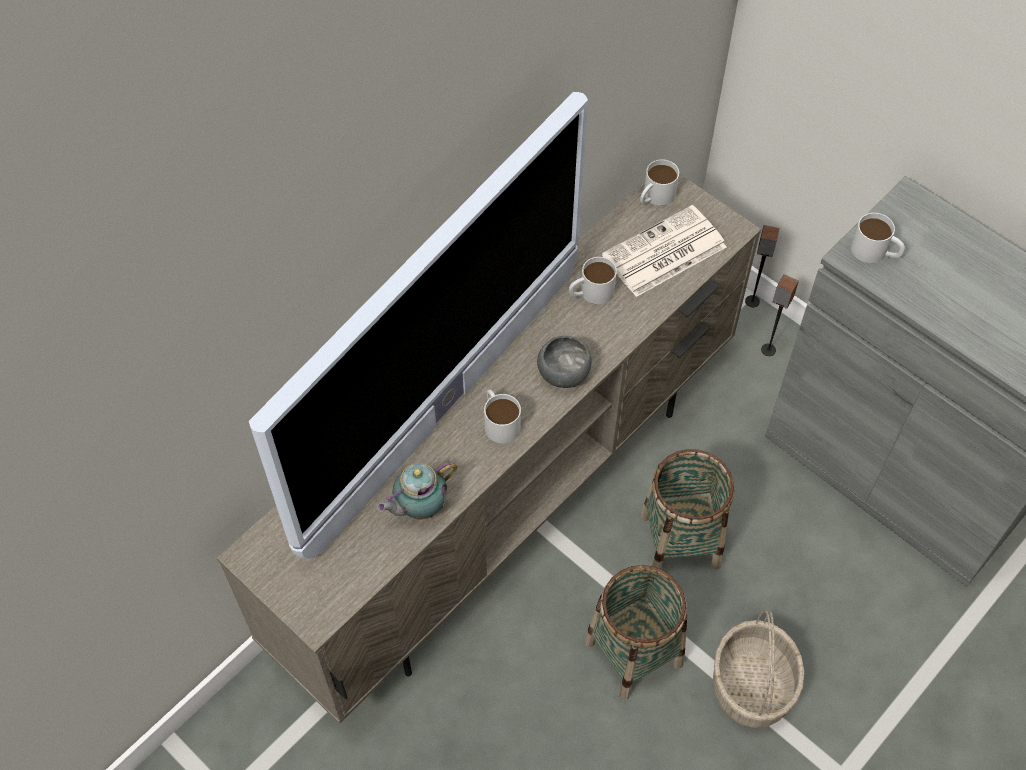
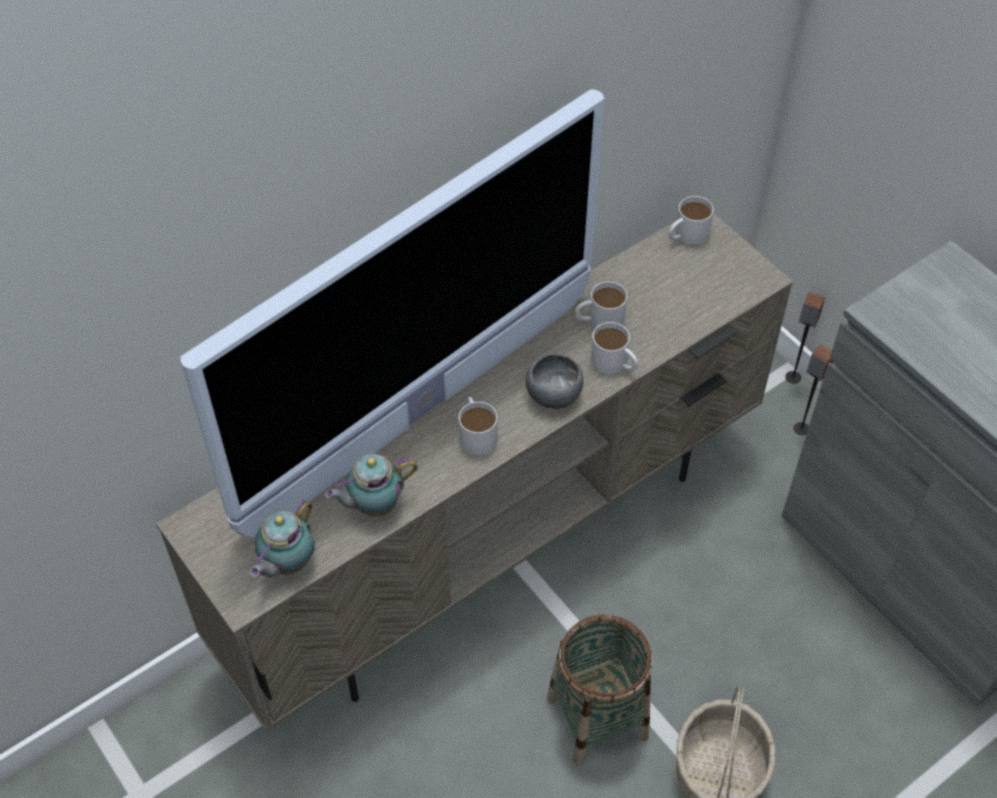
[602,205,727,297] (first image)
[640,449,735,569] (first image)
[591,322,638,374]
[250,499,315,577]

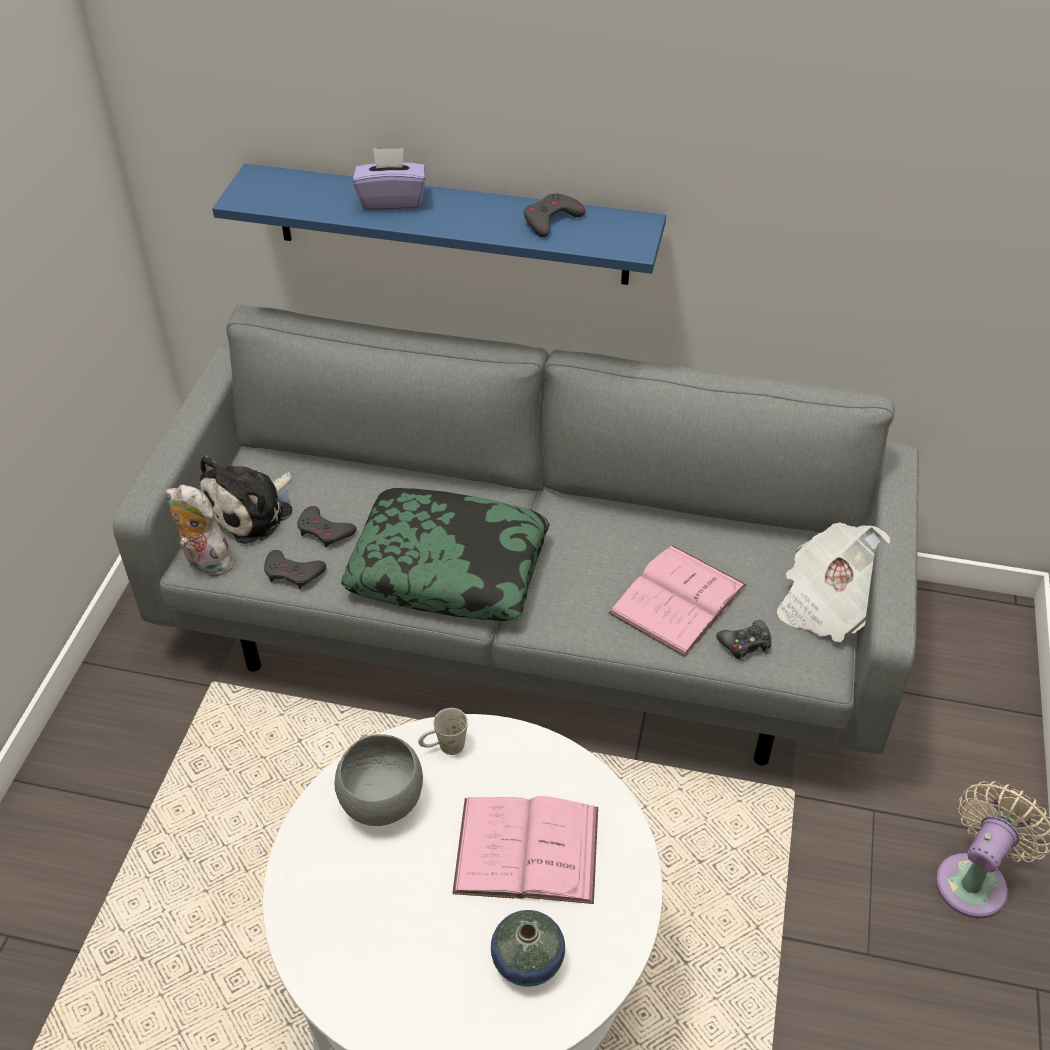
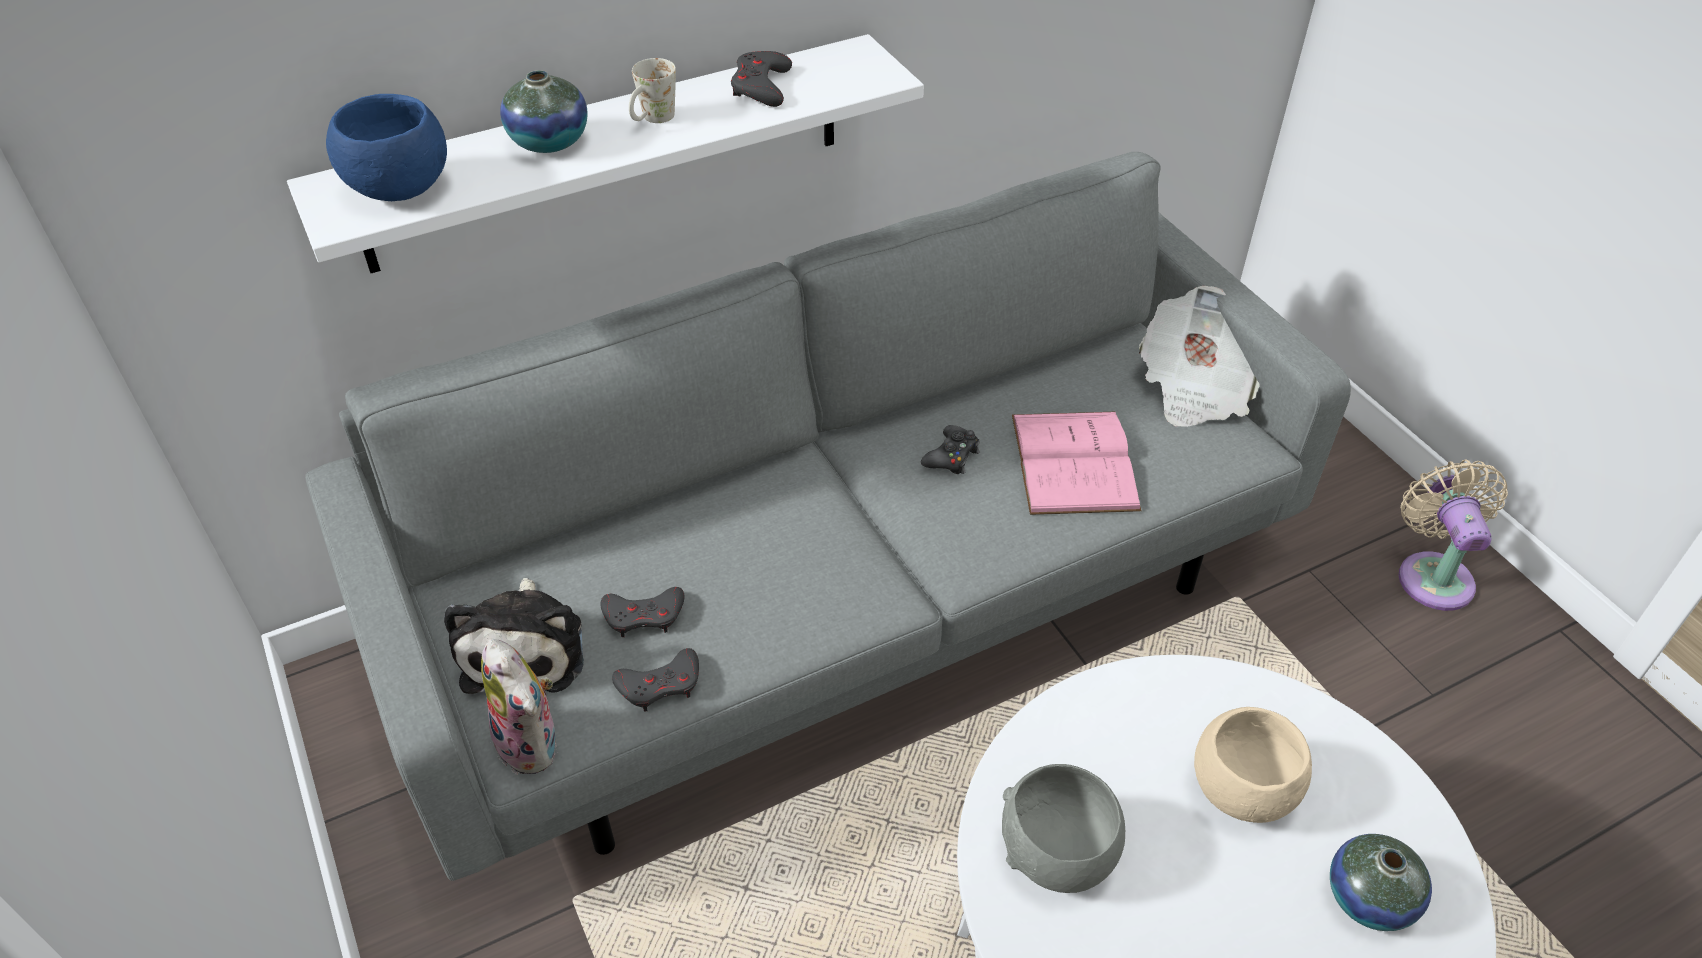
[481,639,557,775]
[287,34,924,273]
[341,488,549,621] (first image)
[500,70,588,153]
[629,58,676,123]
[1194,707,1312,823]
[921,425,980,474]
[326,94,447,201]

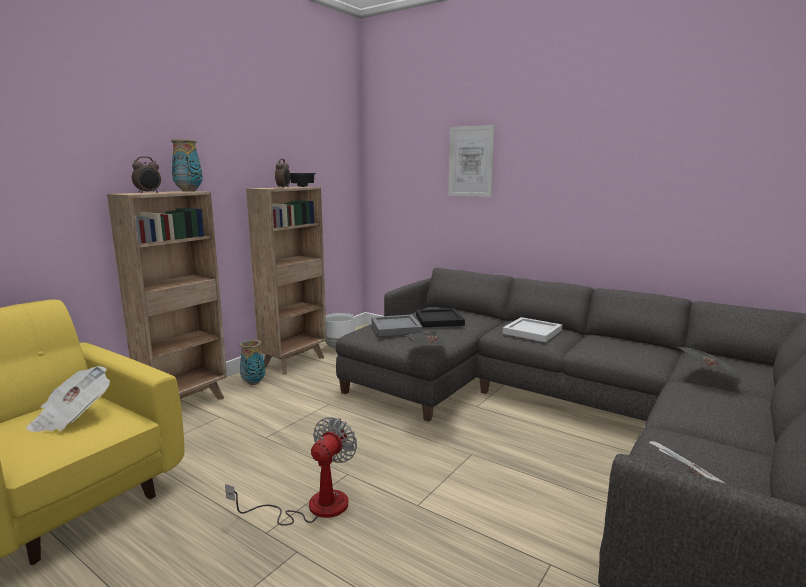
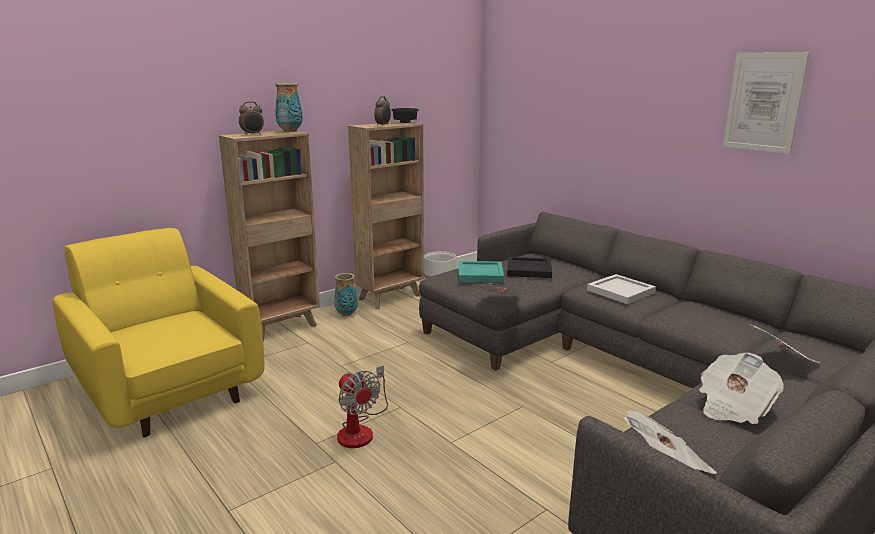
[699,353,784,424]
[337,365,388,448]
[459,261,504,282]
[723,52,809,154]

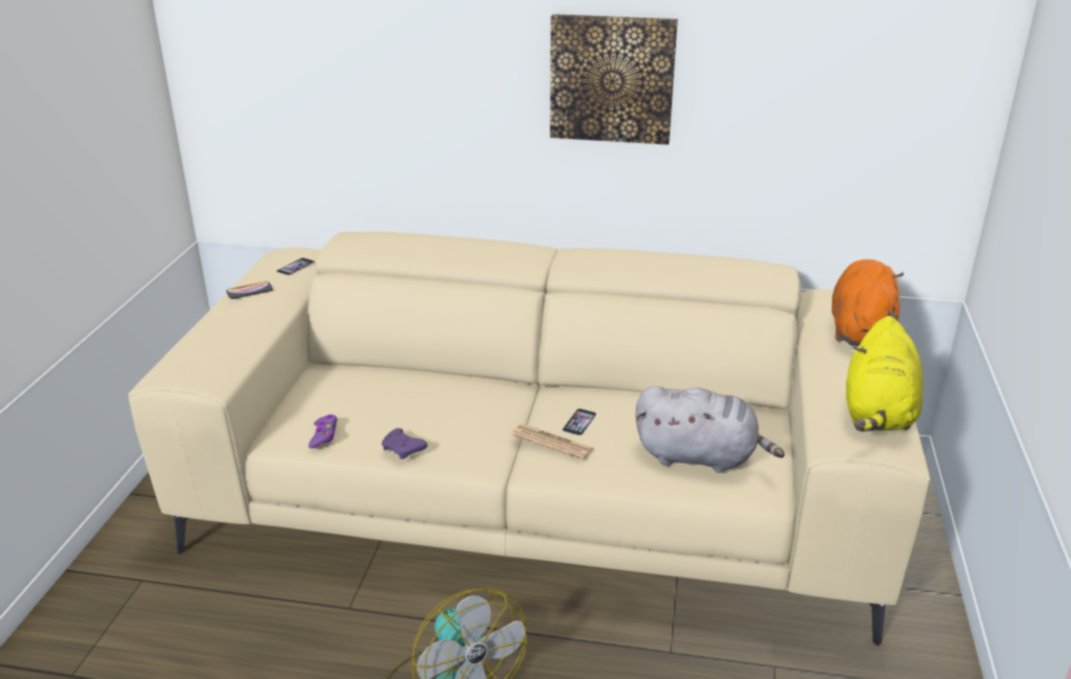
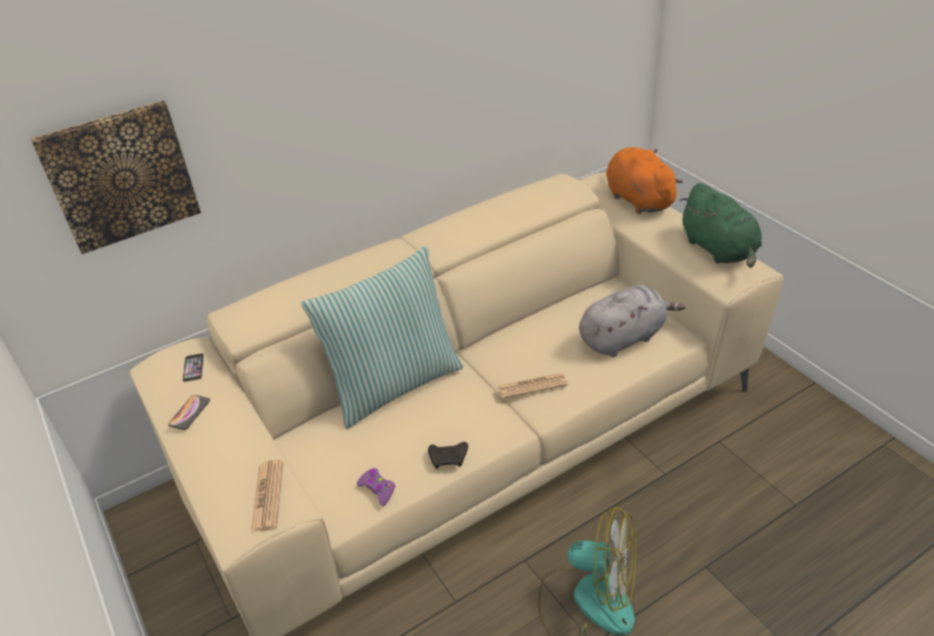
[428,442,468,469]
[30,100,201,254]
[562,408,597,436] (first image)
[680,183,762,268]
[251,460,283,532]
[301,246,464,429]

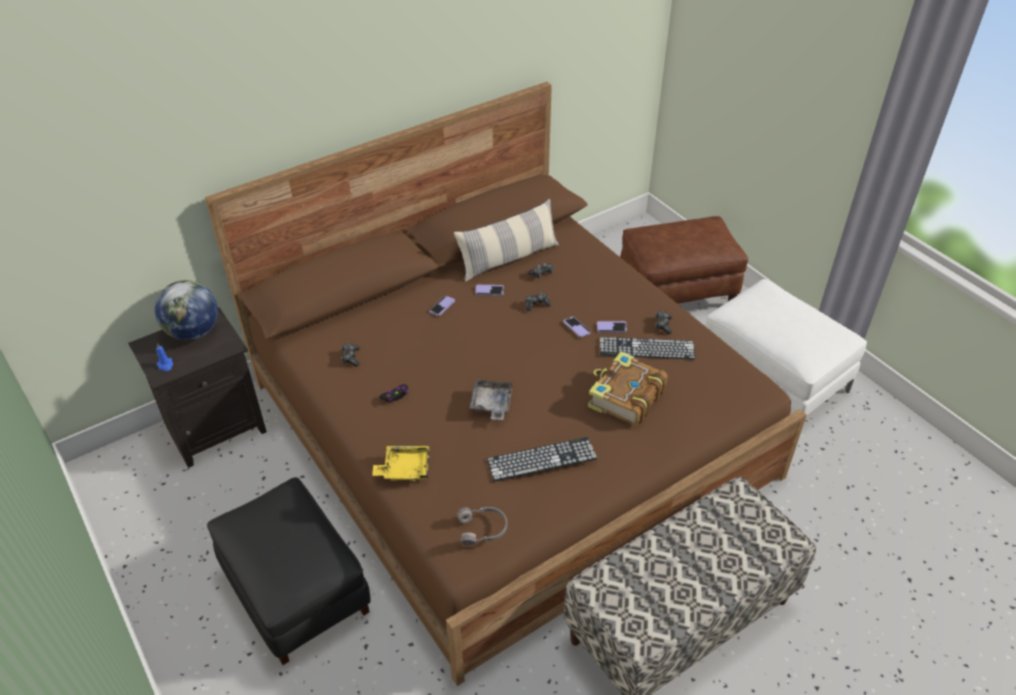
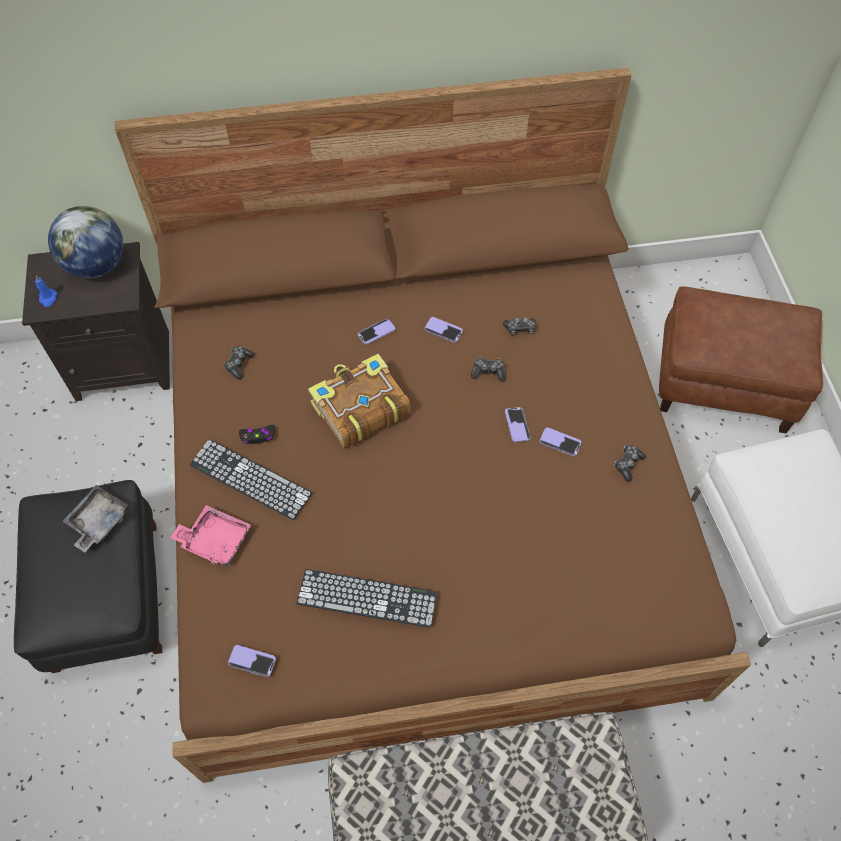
[170,505,251,566]
[454,198,559,282] (first image)
[228,645,276,677]
[62,485,130,553]
[308,354,410,448]
[190,439,313,521]

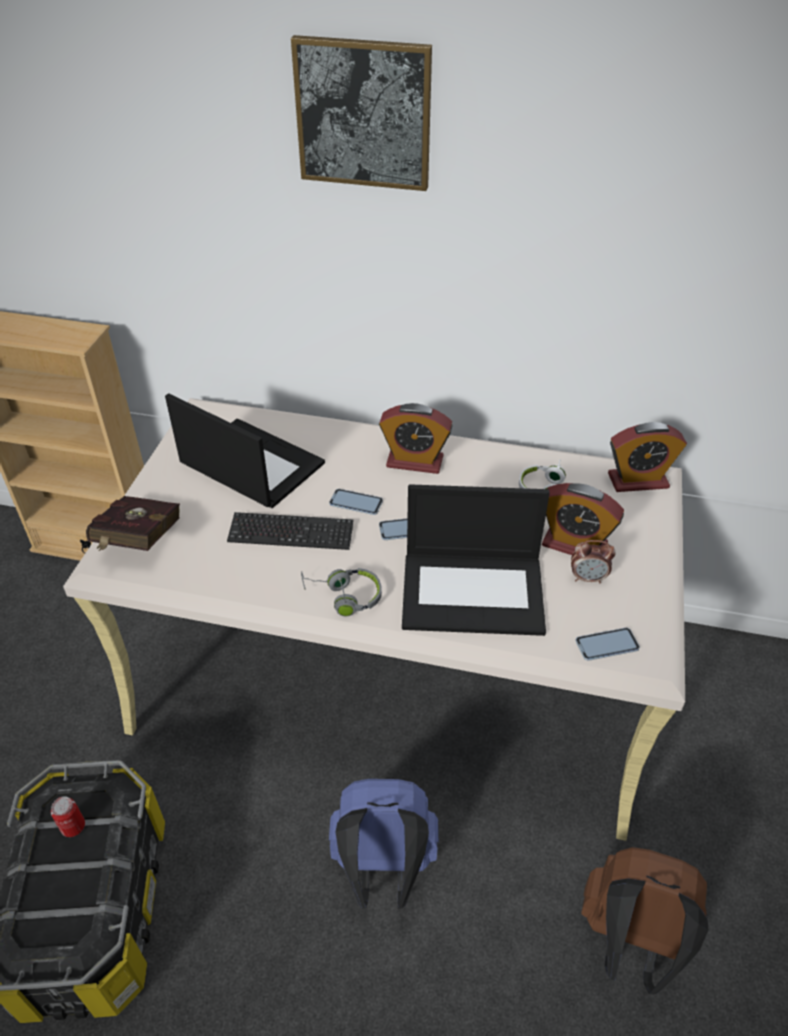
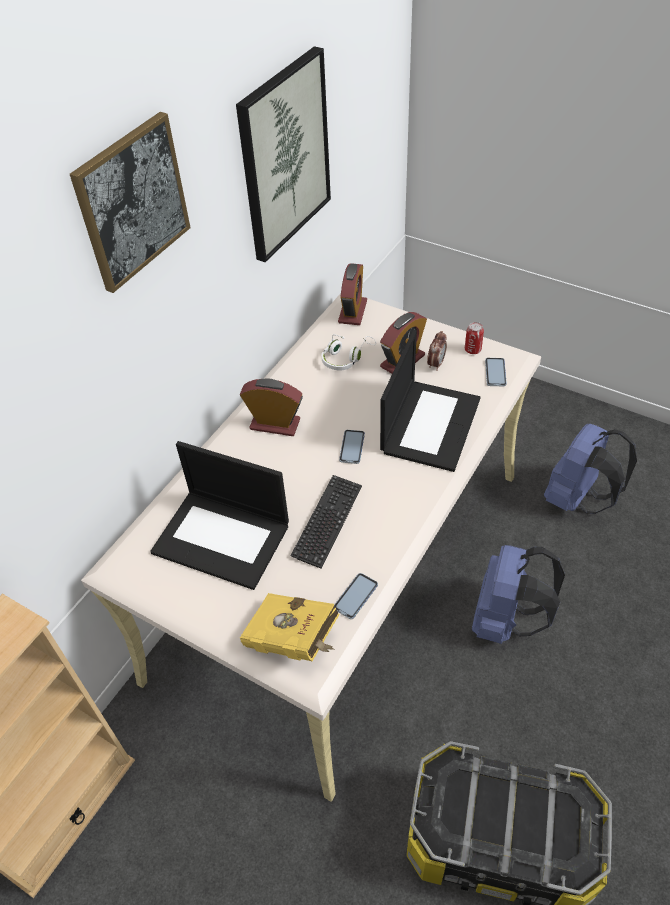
[465,322,484,354]
[240,593,340,661]
[150,441,289,590]
[301,568,382,616] (first image)
[334,573,378,619]
[240,379,303,436]
[544,423,637,514]
[236,46,331,262]

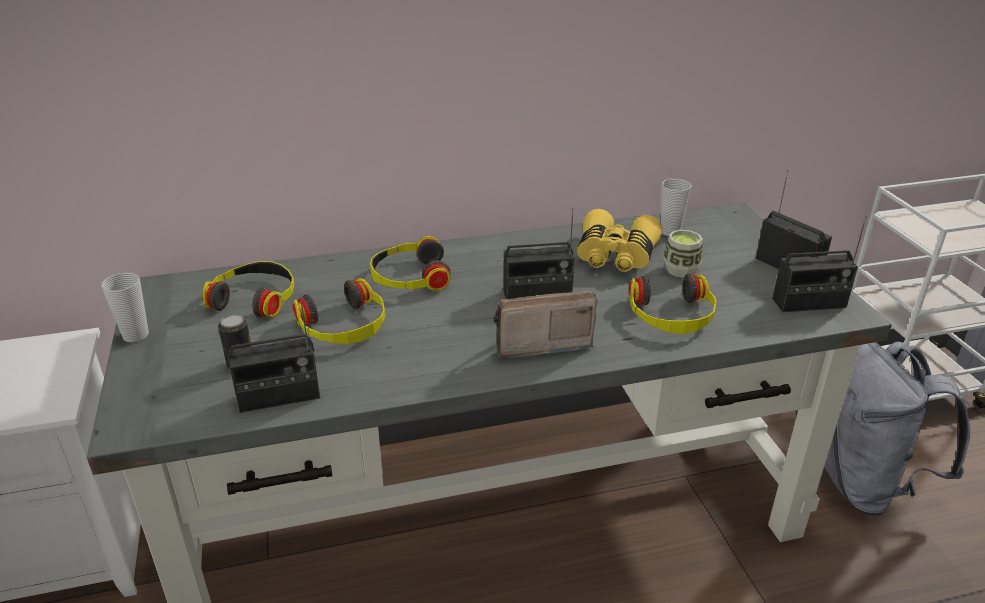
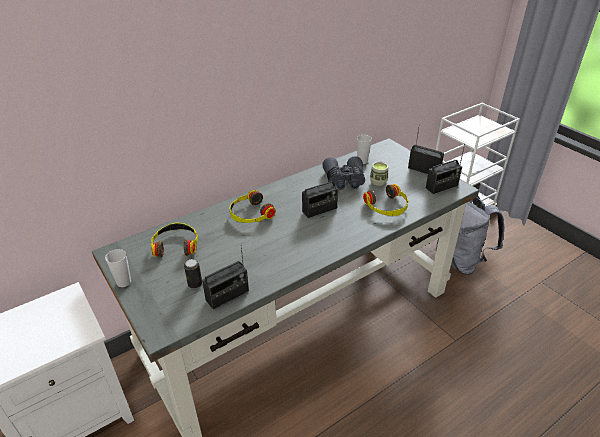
[293,278,385,344] (first image)
[493,291,597,358] (first image)
[322,156,365,190]

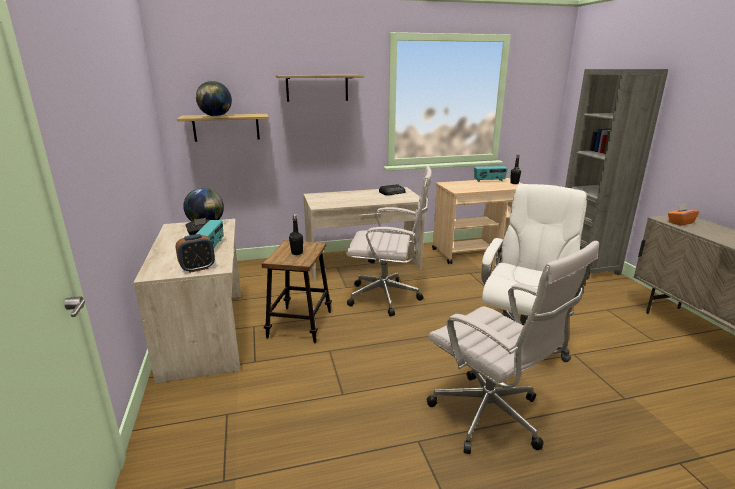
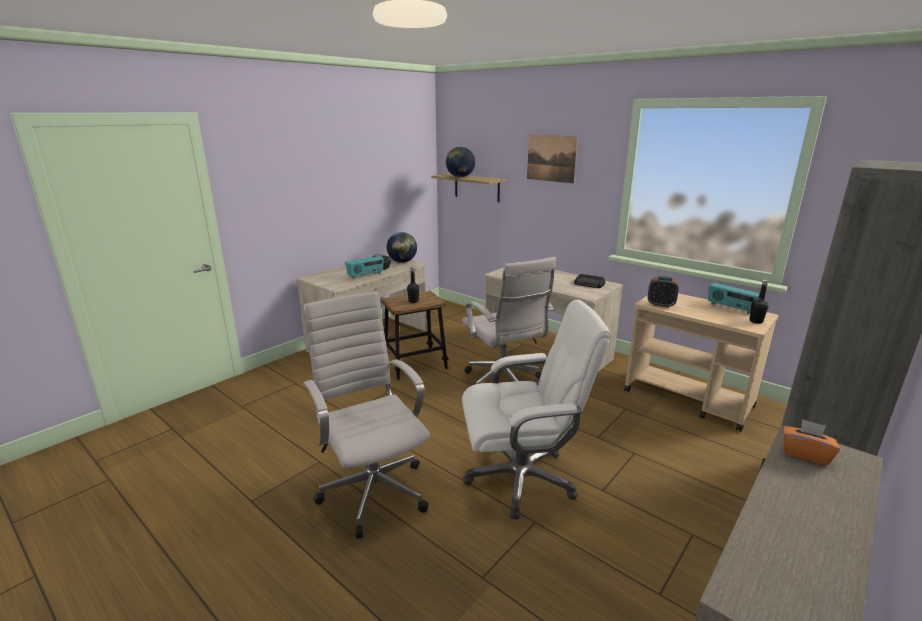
[648,276,679,308]
[527,135,578,184]
[304,291,430,539]

